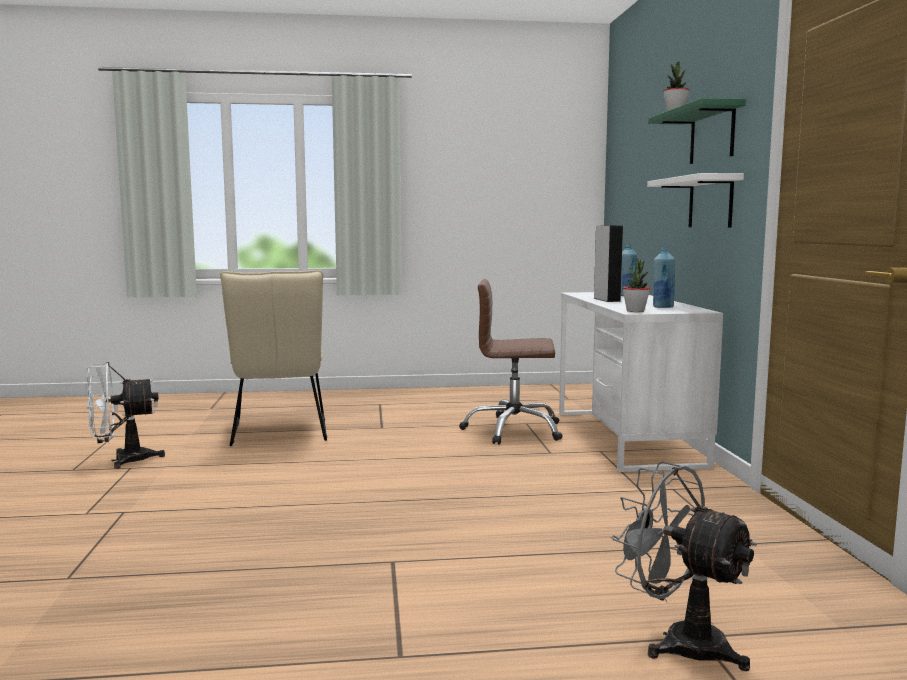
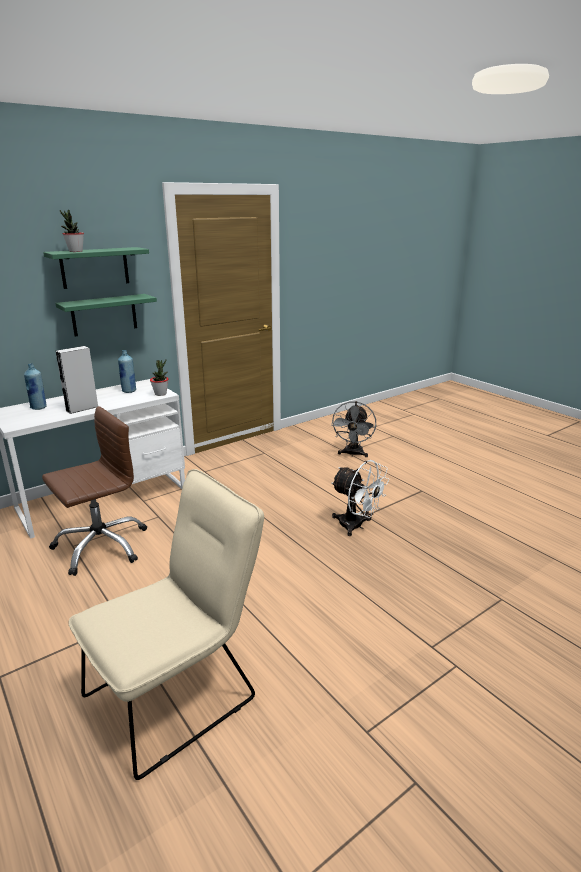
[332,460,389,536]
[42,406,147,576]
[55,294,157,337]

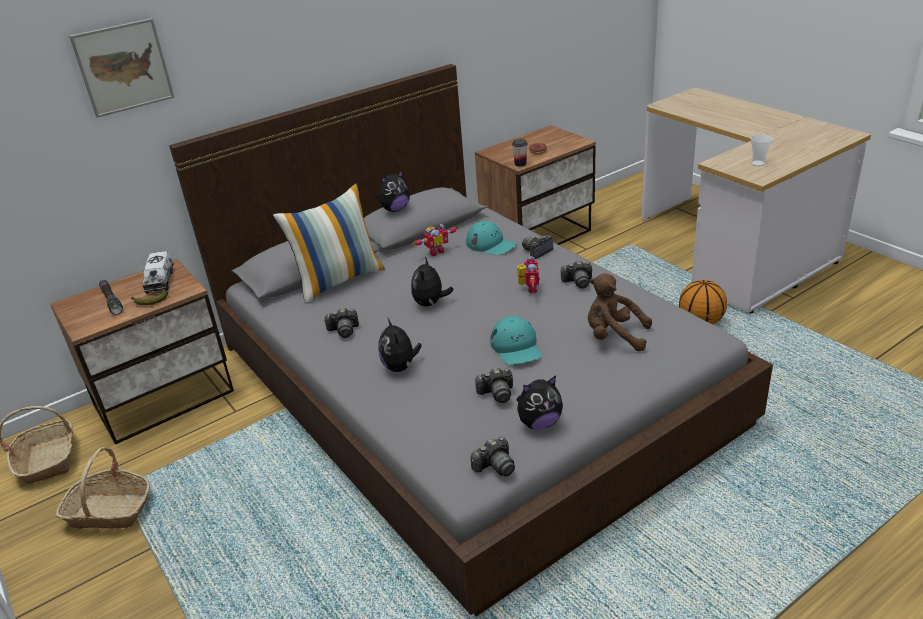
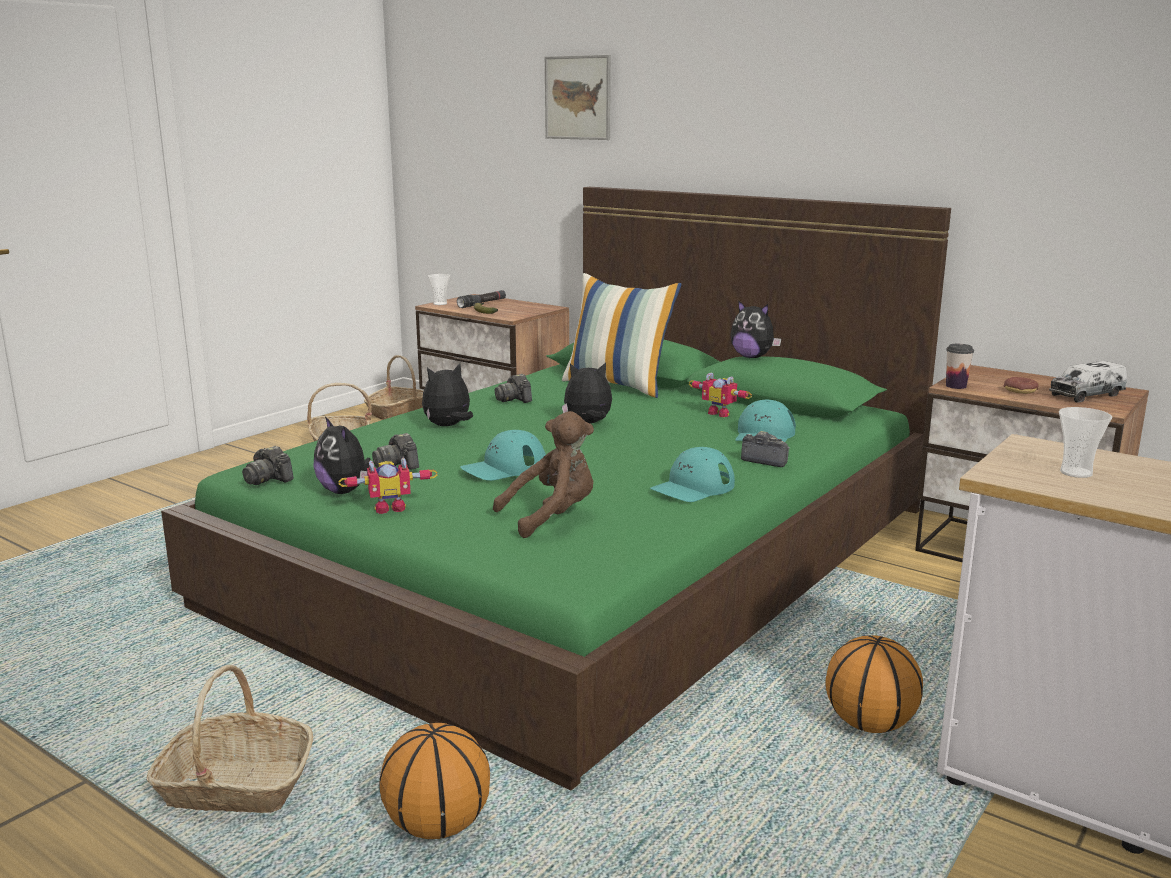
[1049,361,1127,402]
[161,187,951,790]
[338,457,438,514]
[650,447,735,502]
[493,411,594,538]
[147,665,313,813]
[379,723,490,839]
[428,274,450,305]

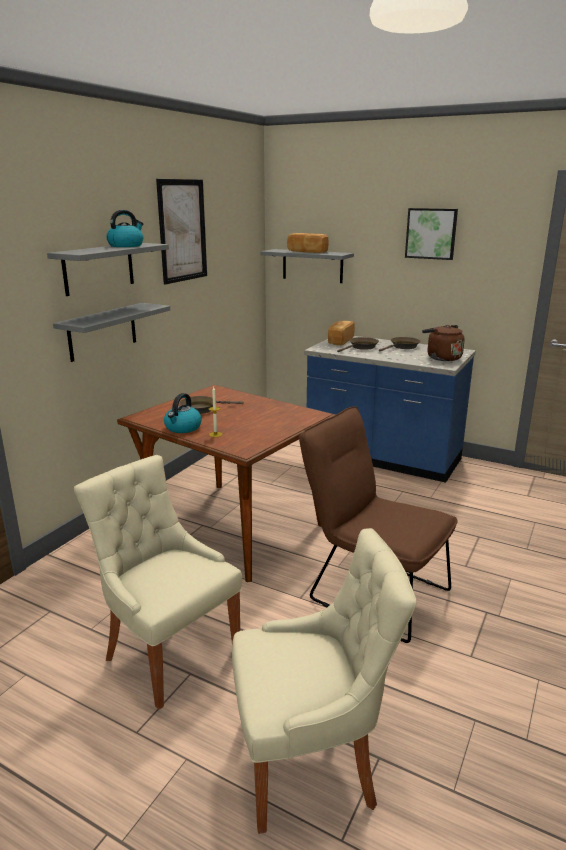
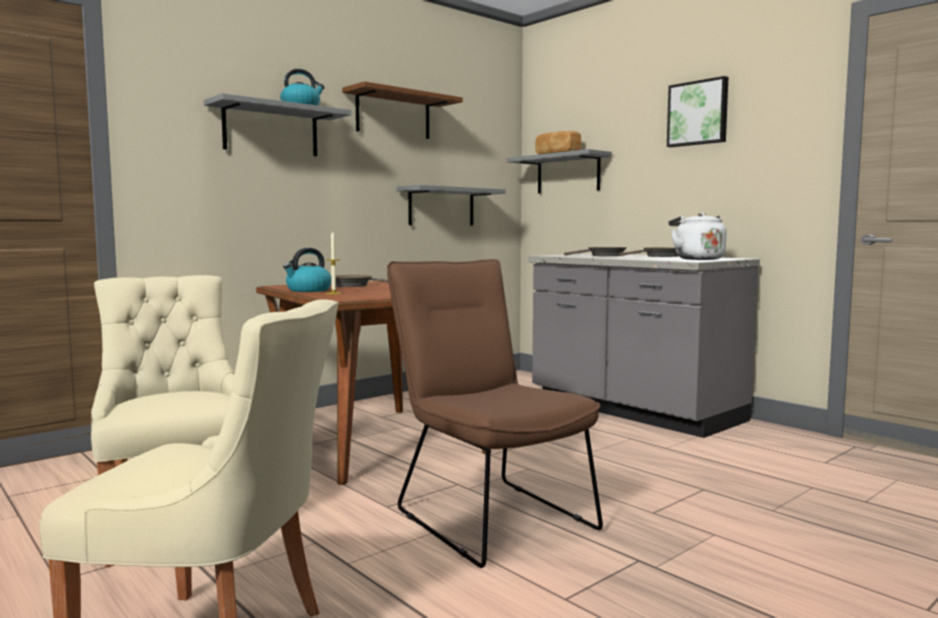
[397,185,506,226]
[342,81,463,139]
[528,253,760,438]
[328,321,355,346] (first image)
[668,213,727,260]

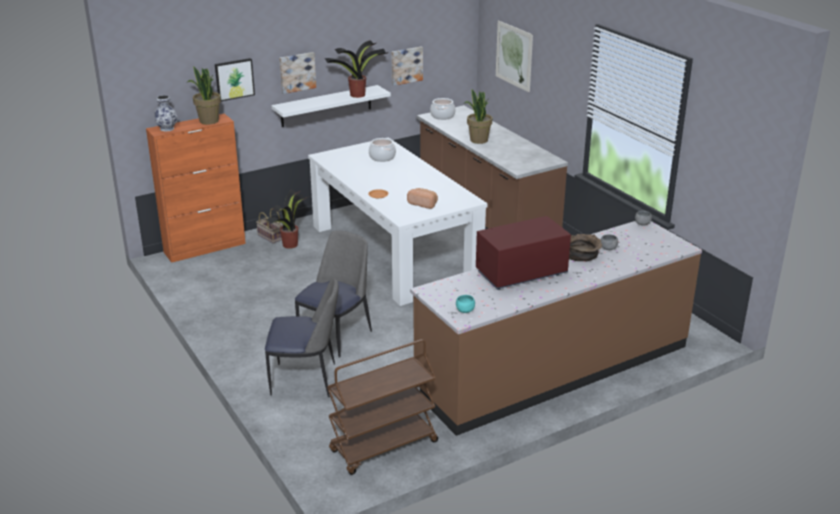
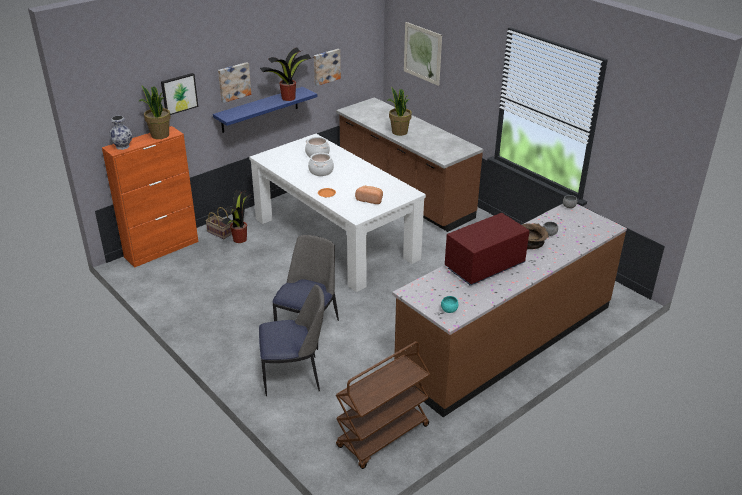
[213,87,317,133]
[308,153,334,176]

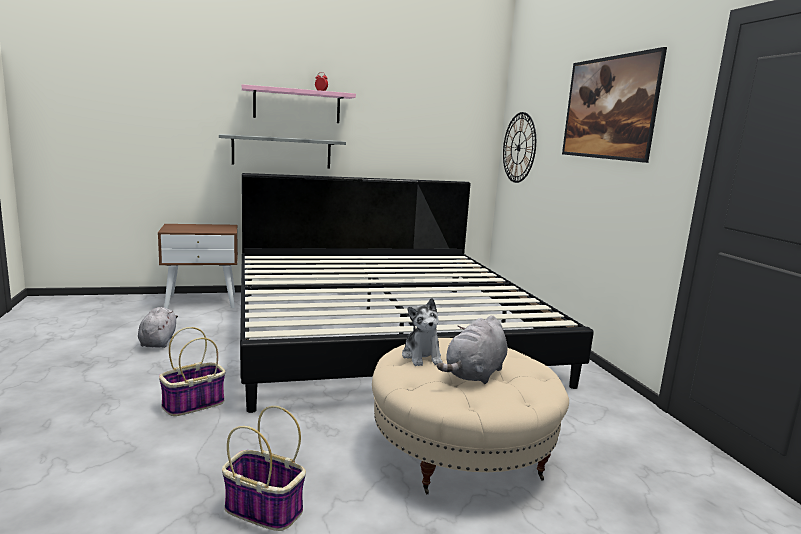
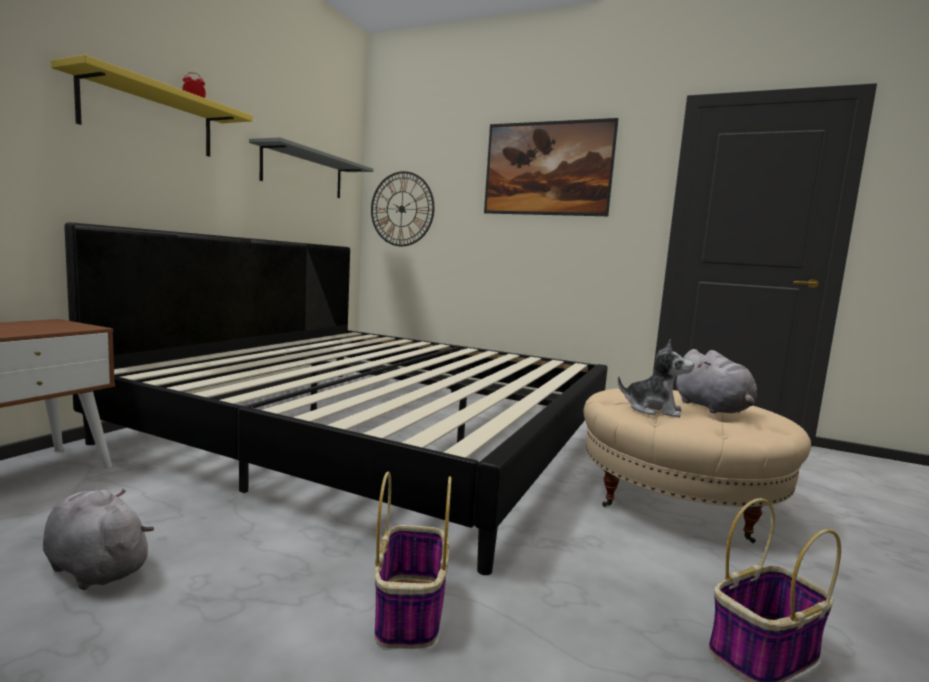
[249,137,374,198]
[51,55,253,157]

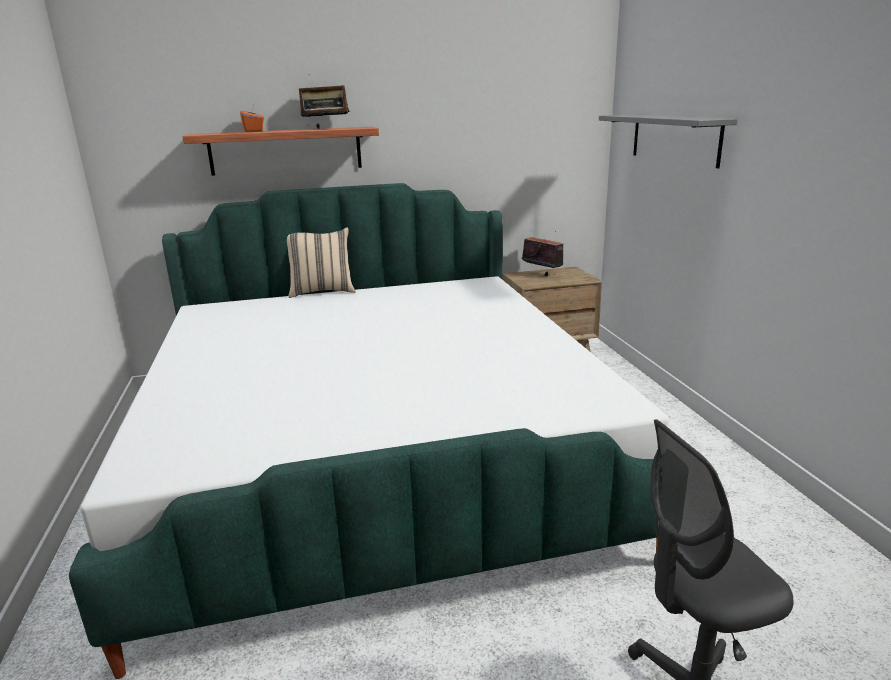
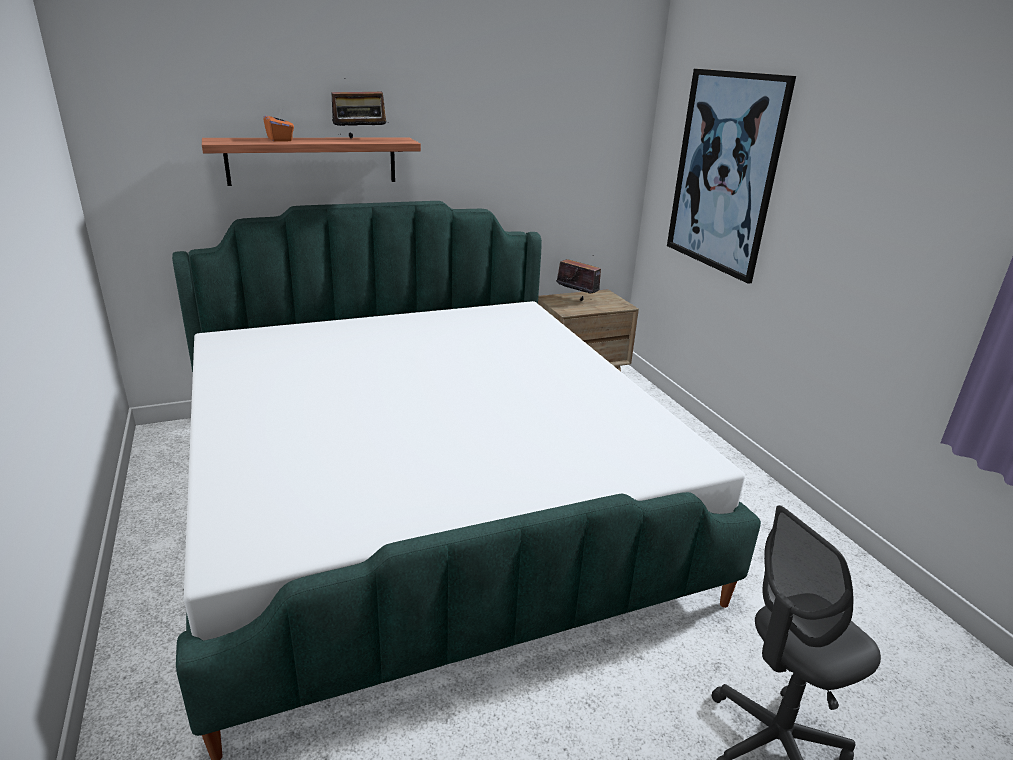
[287,227,356,298] (first image)
[667,69,796,284]

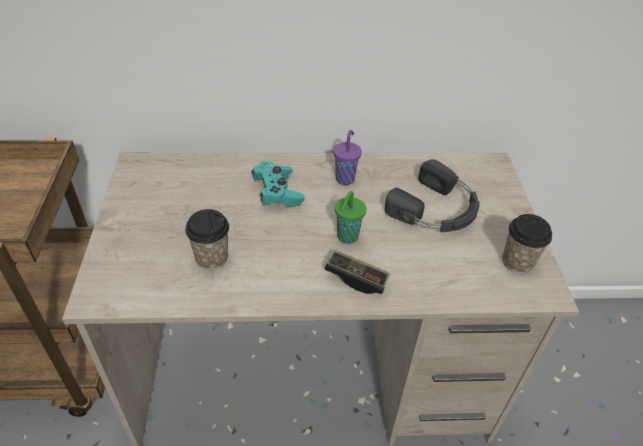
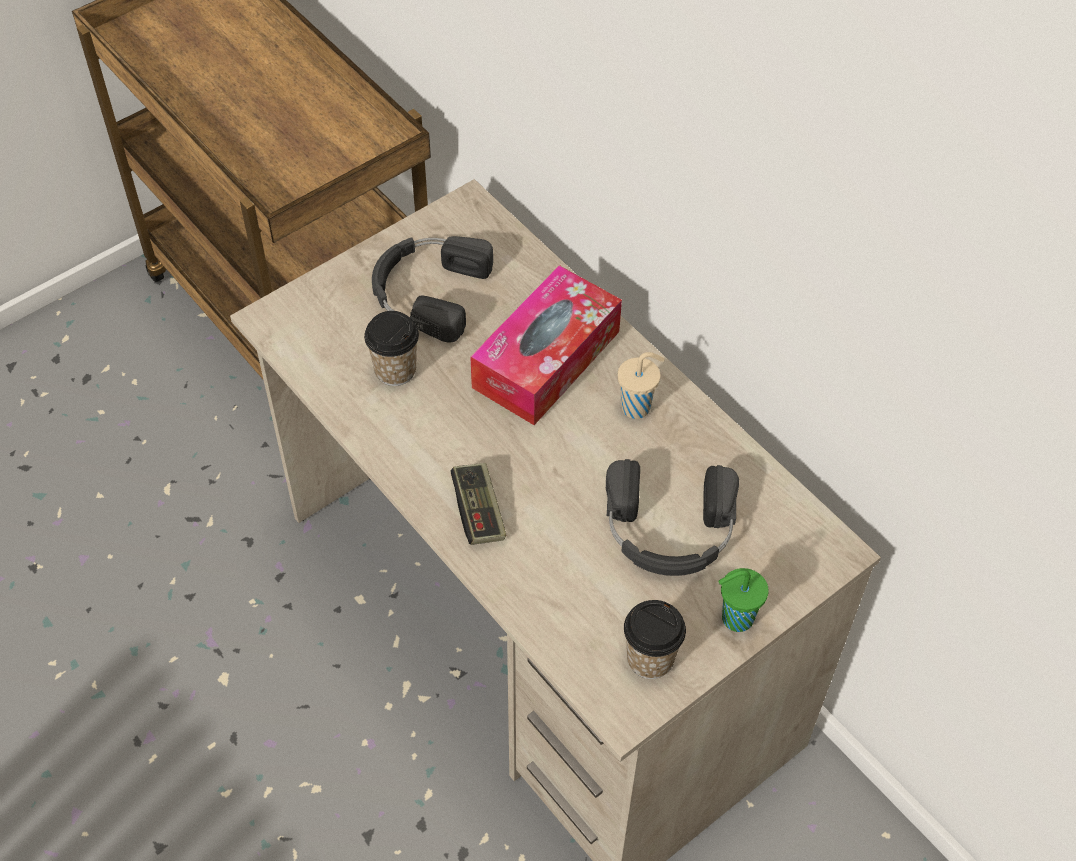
[470,265,622,425]
[618,352,665,419]
[718,568,769,632]
[372,236,493,342]

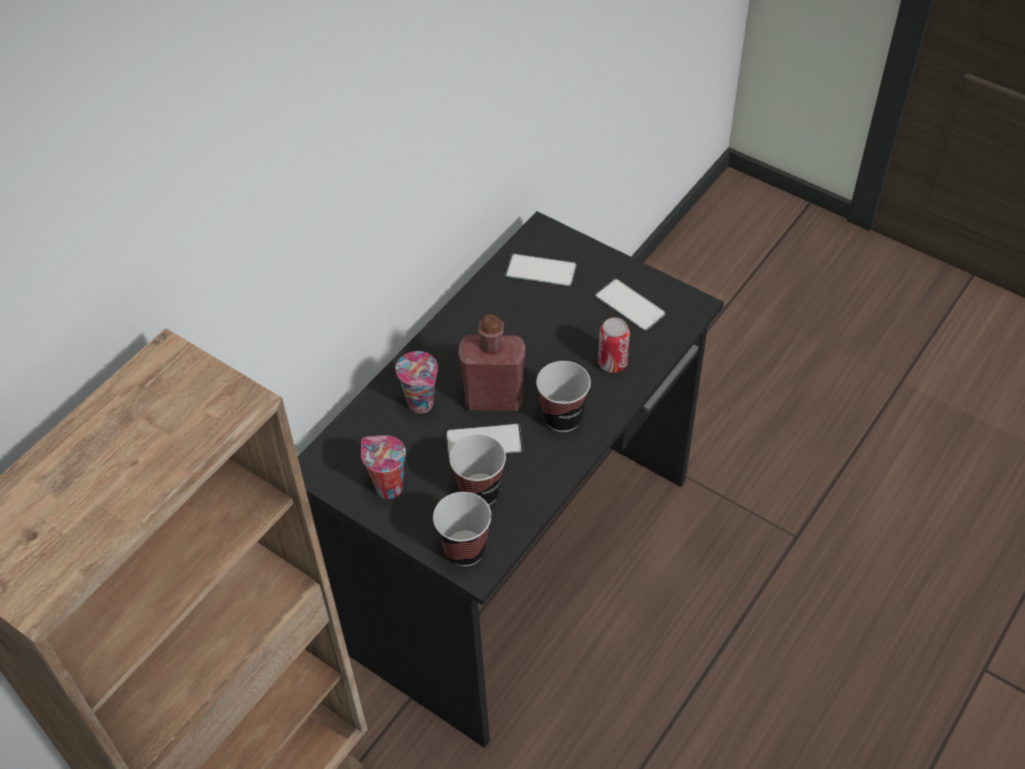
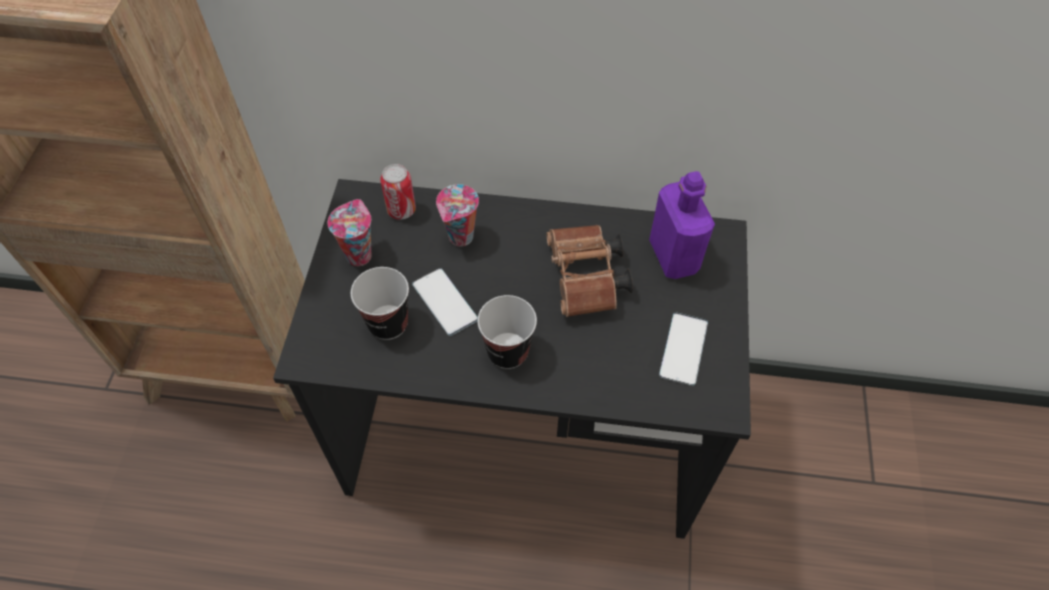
[433,492,491,566] (first image)
[458,315,526,411] (first image)
[649,171,715,279]
[380,164,416,220]
[546,225,633,317]

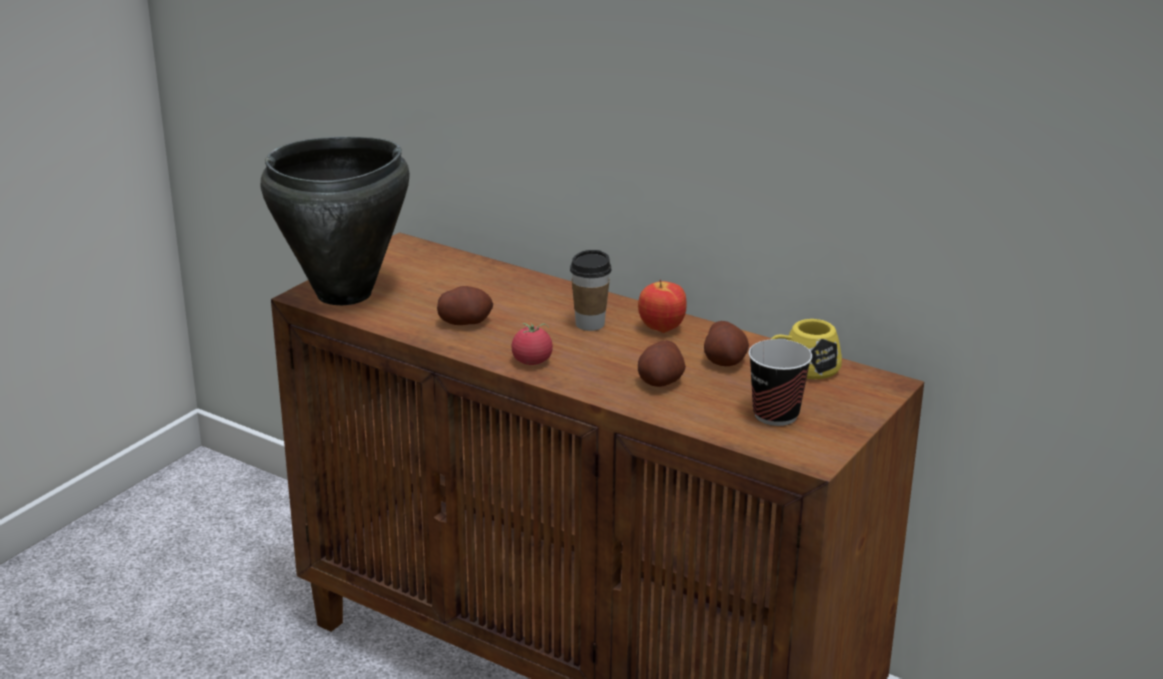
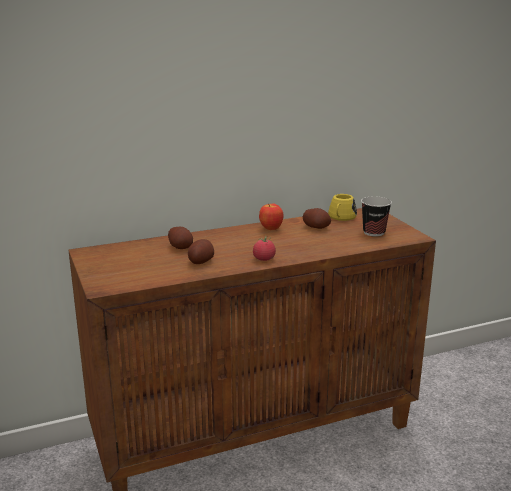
[261,137,410,305] (first image)
[570,250,611,331] (first image)
[168,227,193,249]

